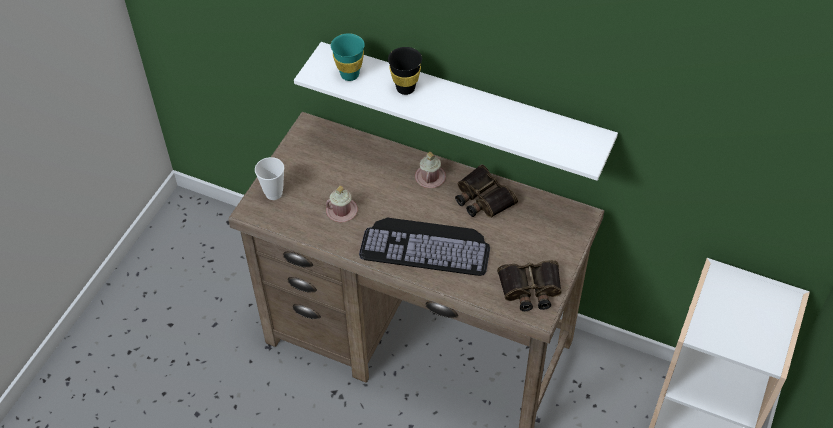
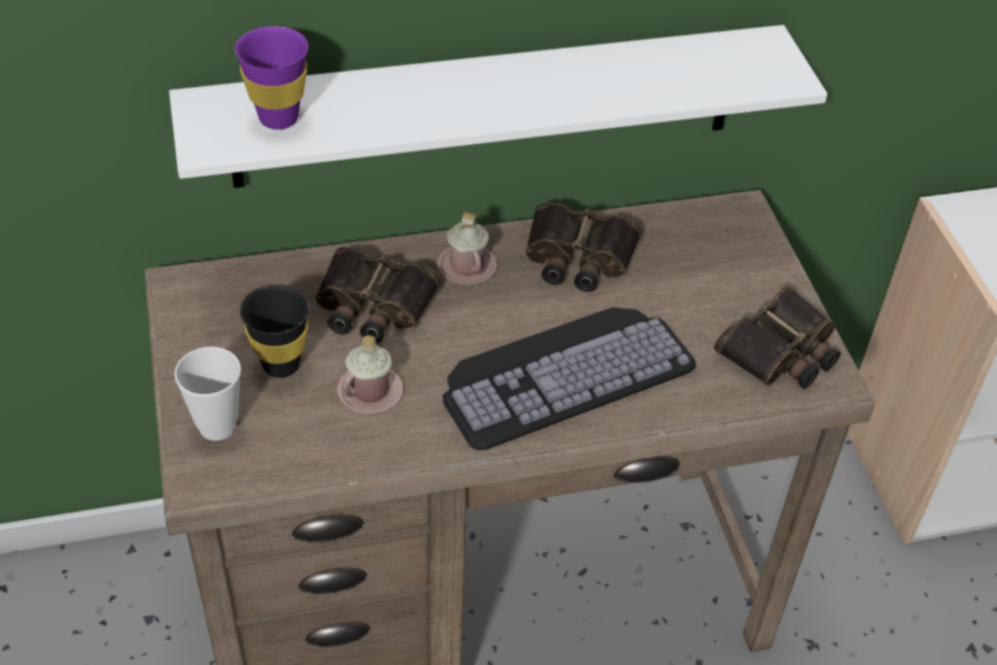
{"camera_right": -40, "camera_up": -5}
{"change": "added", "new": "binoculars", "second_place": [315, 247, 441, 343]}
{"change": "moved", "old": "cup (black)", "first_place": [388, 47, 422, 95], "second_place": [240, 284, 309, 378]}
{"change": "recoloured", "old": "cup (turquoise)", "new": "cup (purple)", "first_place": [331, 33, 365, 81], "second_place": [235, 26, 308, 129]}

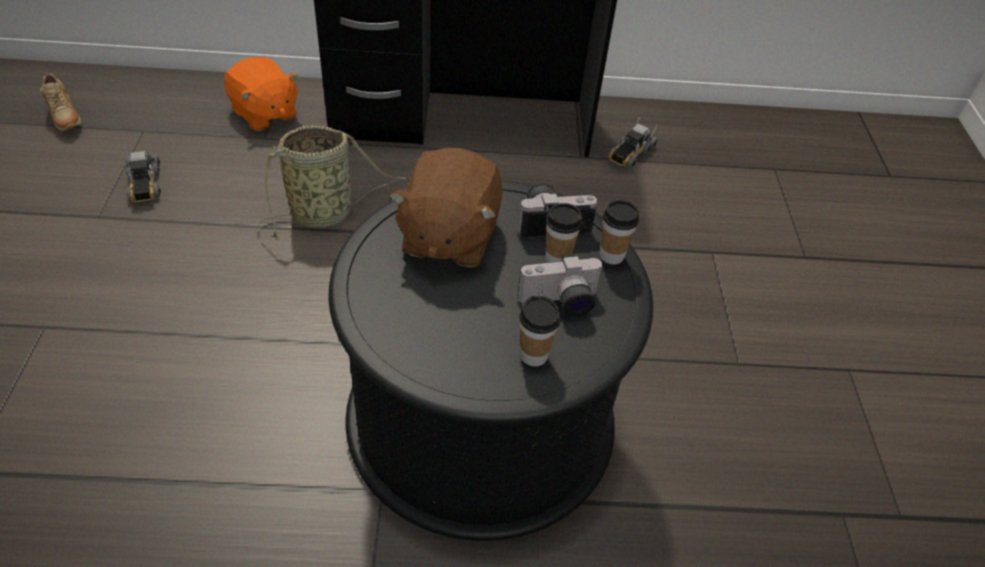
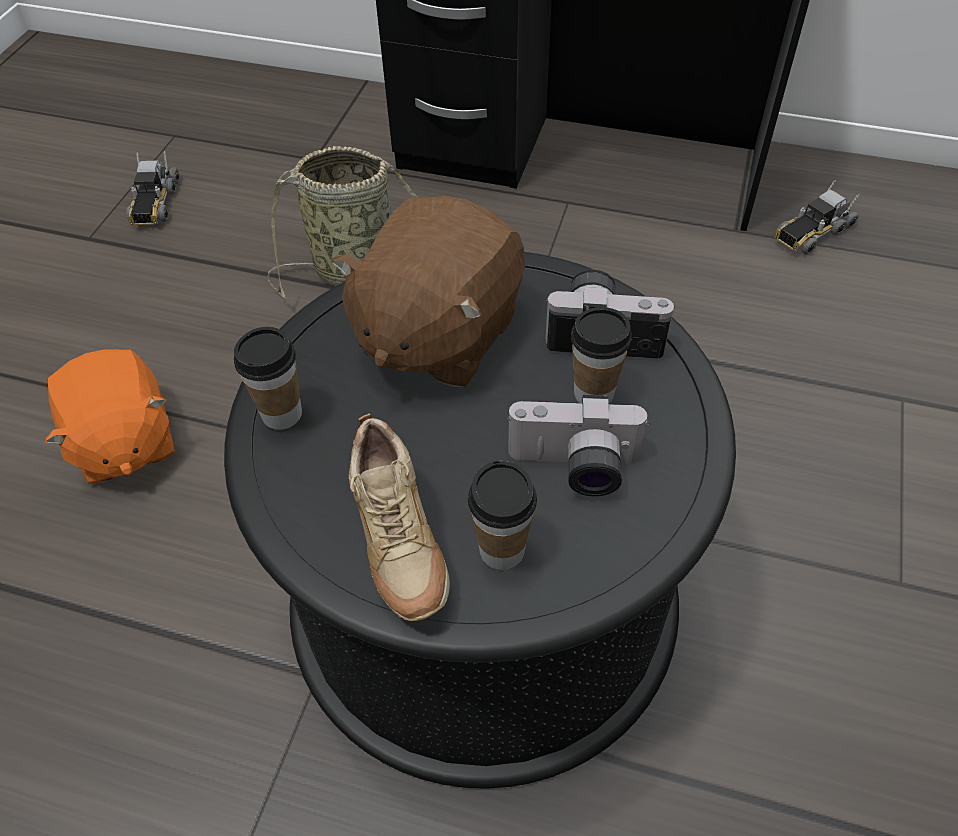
{"camera_right": 20, "camera_up": 5}
{"change": "moved", "old": "shoe (beige)", "first_place": [40, 72, 82, 131], "second_place": [349, 413, 450, 621]}
{"change": "moved", "old": "plush toy (orange)", "first_place": [224, 57, 298, 131], "second_place": [45, 350, 175, 484]}
{"change": "moved", "old": "cup", "first_place": [600, 200, 639, 265], "second_place": [234, 327, 302, 430]}

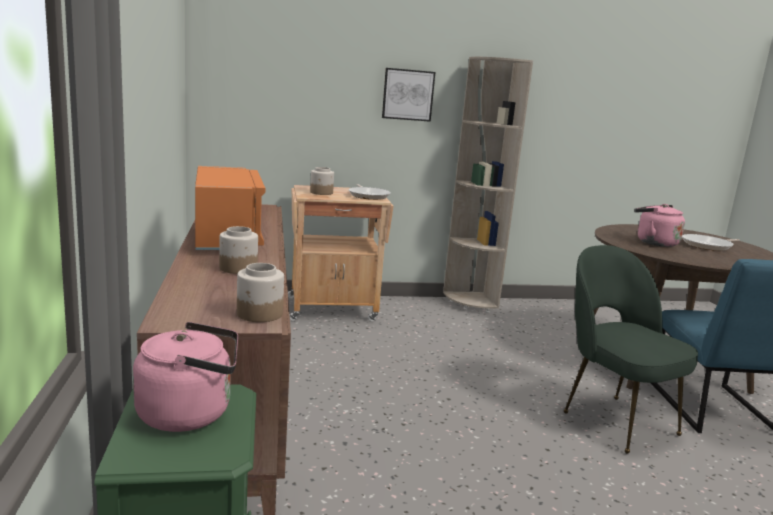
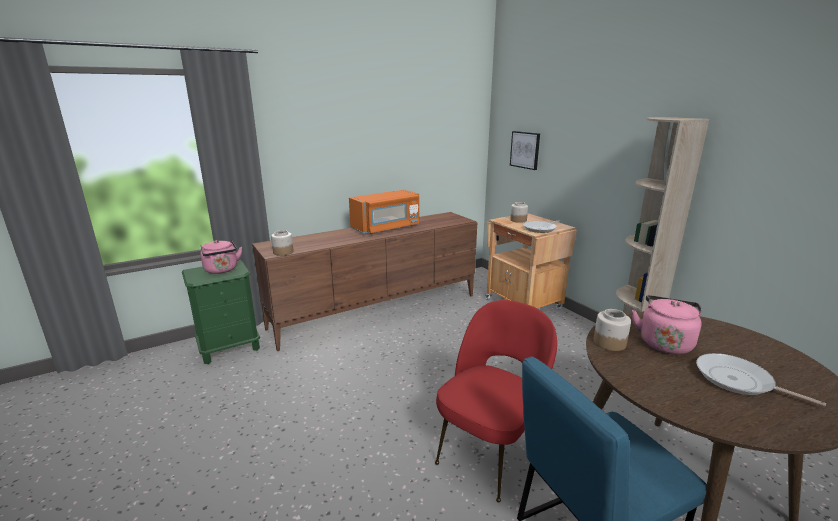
{"camera_right": 70, "camera_up": 5}
{"change": "moved", "old": "jar", "first_place": [219, 226, 258, 274], "second_place": [594, 309, 631, 351]}
{"change": "moved", "old": "picture", "first_place": [382, 68, 435, 122], "second_place": [510, 131, 540, 170]}
{"change": "recoloured", "old": "chair (green)", "new": "chair (red)", "first_place": [564, 245, 698, 454], "second_place": [435, 300, 557, 503]}

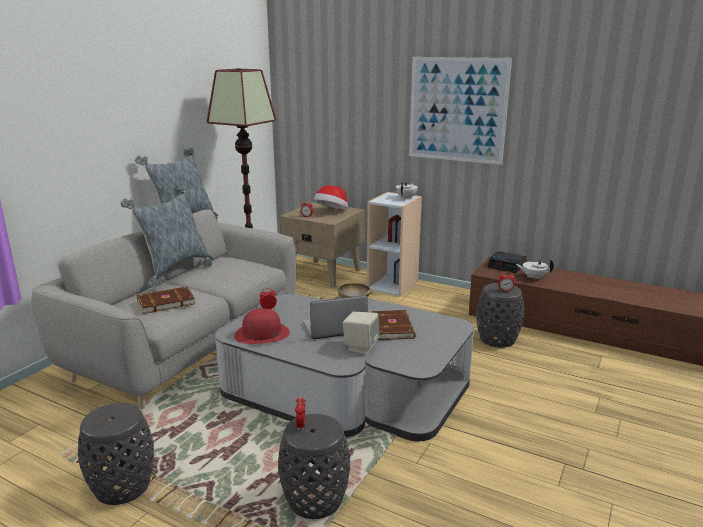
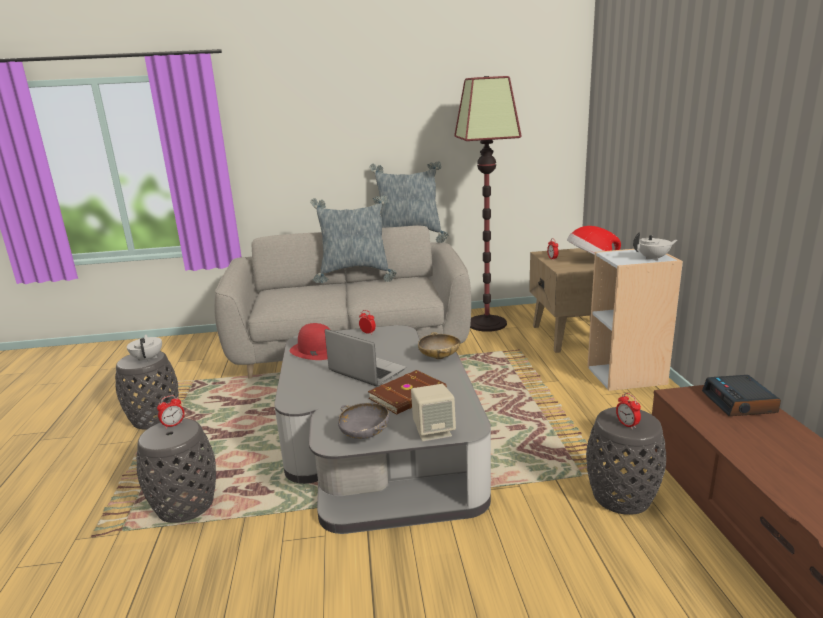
{"camera_right": 55, "camera_up": 0}
{"change": "removed", "old": "book (brown)", "first_place": [137, 287, 195, 314]}
{"change": "removed", "old": "picture", "first_place": [409, 57, 512, 165]}
{"change": "added", "new": "bowl (grey)", "second_place": [338, 403, 390, 439]}
{"change": "moved", "old": "speaker (beige)", "first_place": [343, 312, 380, 355], "second_place": [411, 384, 456, 441]}
{"change": "moved", "old": "teapot (white)", "first_place": [516, 259, 554, 280], "second_place": [127, 334, 162, 362]}

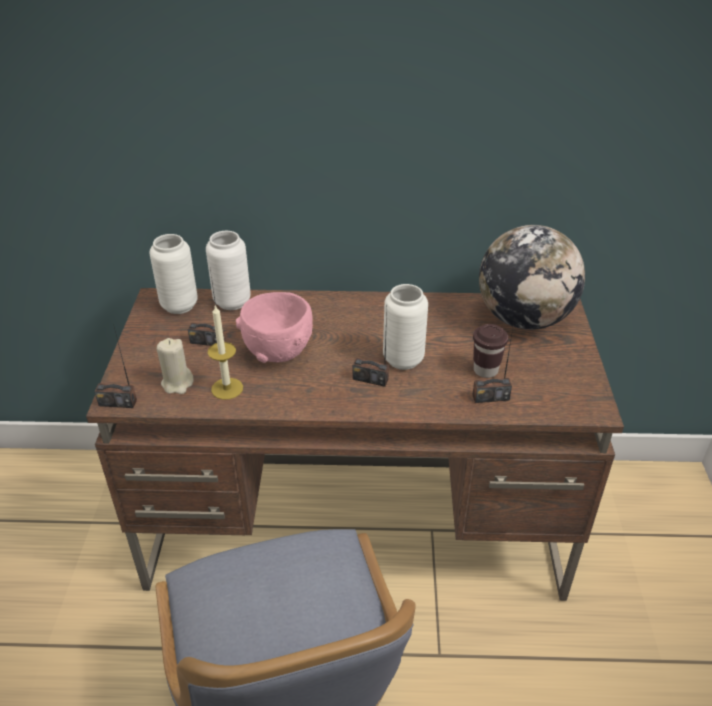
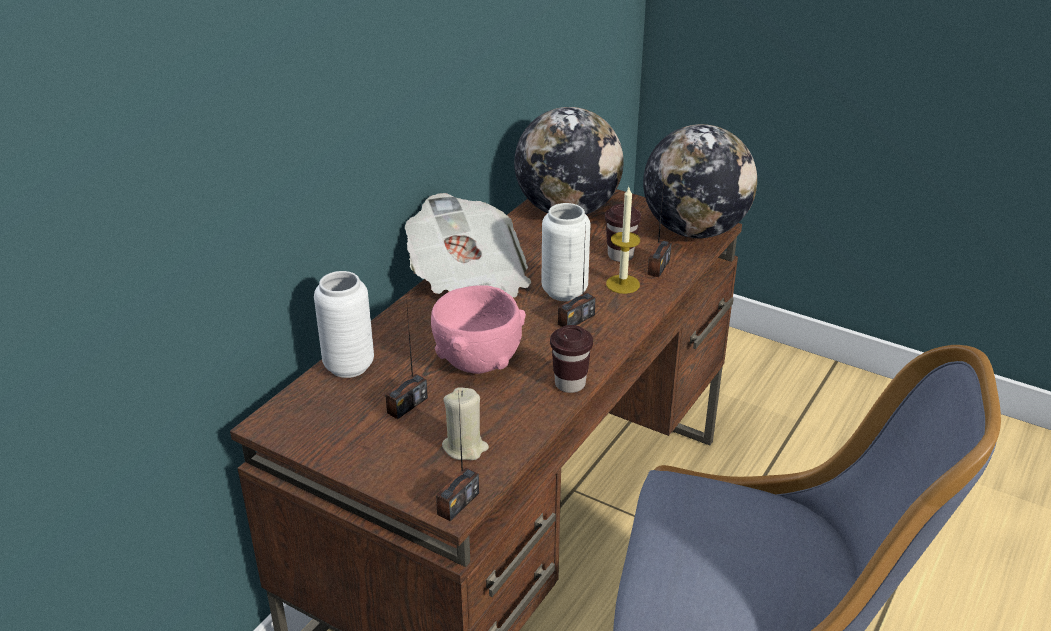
{"camera_right": -60, "camera_up": -5}
{"change": "removed", "old": "vase (white)", "first_place": [149, 234, 198, 314]}
{"change": "added", "new": "newspaper", "second_place": [405, 193, 531, 298]}
{"change": "added", "new": "cup (brown)", "second_place": [550, 325, 593, 393]}
{"change": "added", "new": "globe", "second_place": [643, 124, 757, 238]}
{"change": "moved", "old": "candle", "first_place": [208, 305, 243, 400], "second_place": [606, 187, 640, 294]}

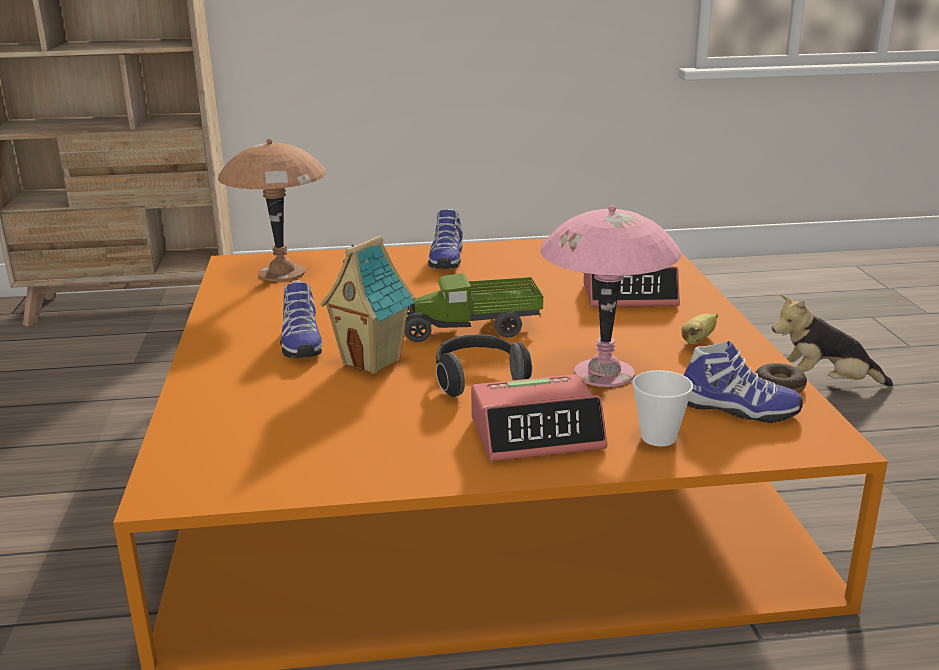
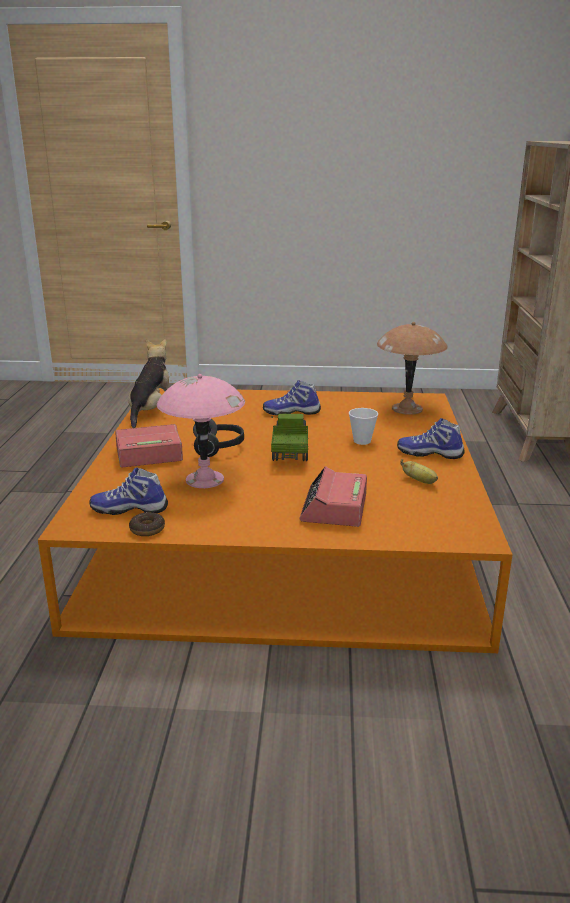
{"camera_right": 100, "camera_up": 0}
{"change": "removed", "old": "toy house", "first_place": [320, 236, 415, 374]}
{"change": "moved", "old": "cup", "first_place": [632, 370, 693, 446], "second_place": [349, 408, 378, 445]}
{"change": "moved", "old": "banana", "first_place": [681, 313, 718, 345], "second_place": [400, 459, 438, 484]}
{"change": "moved", "old": "plush toy", "first_place": [772, 294, 893, 386], "second_place": [128, 339, 170, 428]}
{"change": "turned", "old": "alarm clock", "first_place": [471, 374, 607, 461], "second_place": [115, 424, 183, 468], "degrees": 75}
{"change": "turned", "old": "shoe", "first_place": [684, 341, 803, 423], "second_place": [89, 468, 168, 515], "degrees": 60}

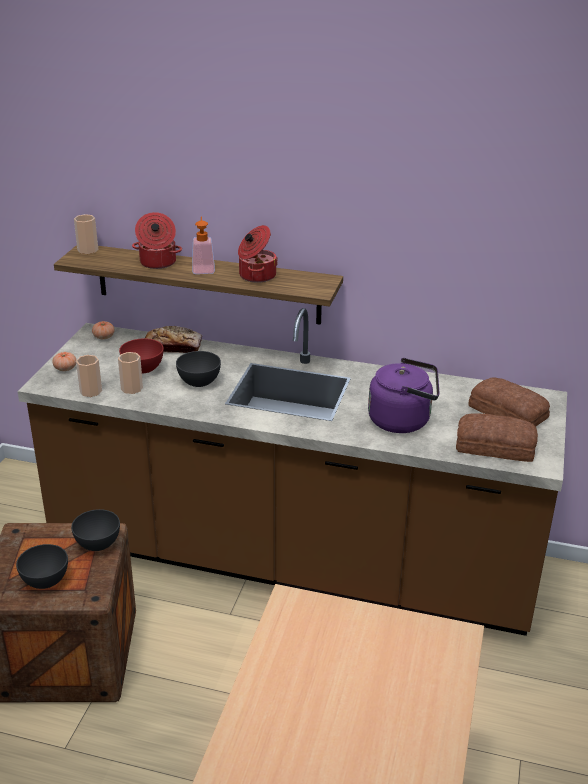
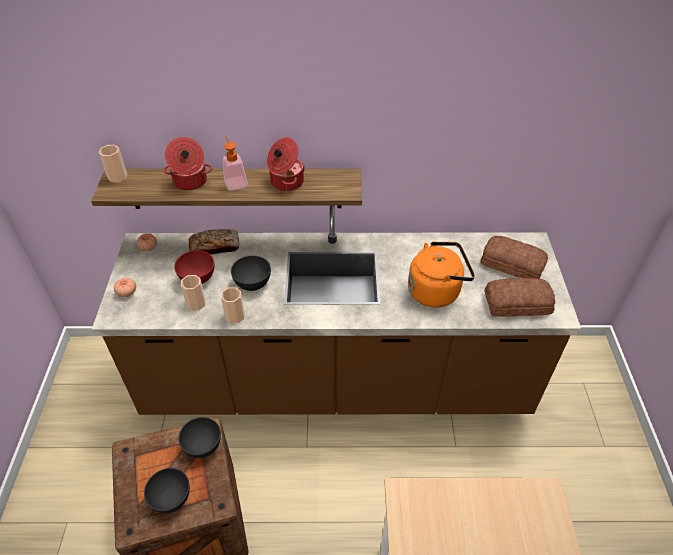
{"camera_right": -15, "camera_up": 15}
{"change": "moved", "old": "cup", "first_place": [76, 355, 102, 397], "second_place": [221, 287, 245, 323]}
{"change": "recoloured", "old": "kettle (purple)", "new": "kettle (orange)", "first_place": [368, 358, 439, 433], "second_place": [408, 241, 475, 308]}

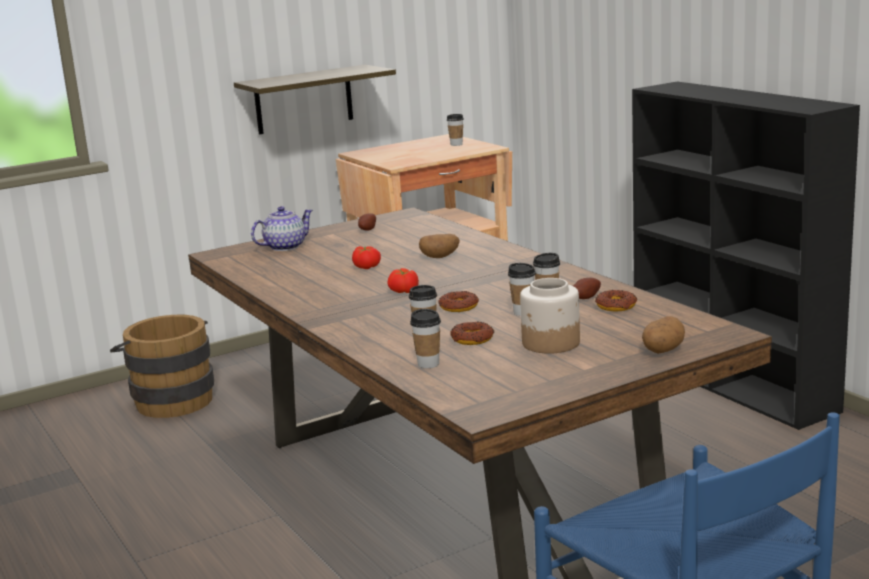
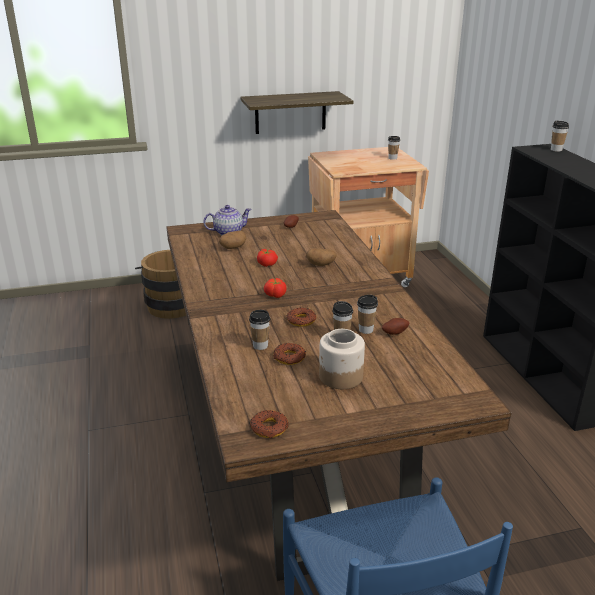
{"camera_right": 15, "camera_up": 10}
{"change": "moved", "old": "cup", "first_place": [410, 309, 441, 369], "second_place": [551, 121, 569, 152]}
{"change": "moved", "old": "donut", "first_place": [595, 290, 637, 312], "second_place": [250, 410, 289, 438]}
{"change": "moved", "old": "potato", "first_place": [642, 316, 685, 354], "second_place": [219, 231, 246, 249]}

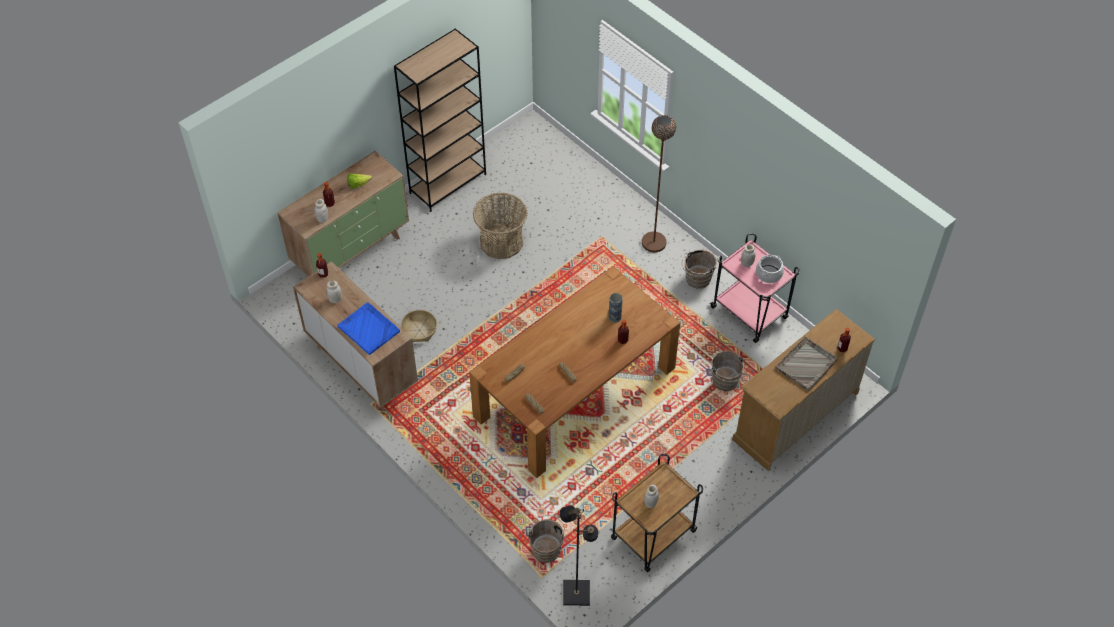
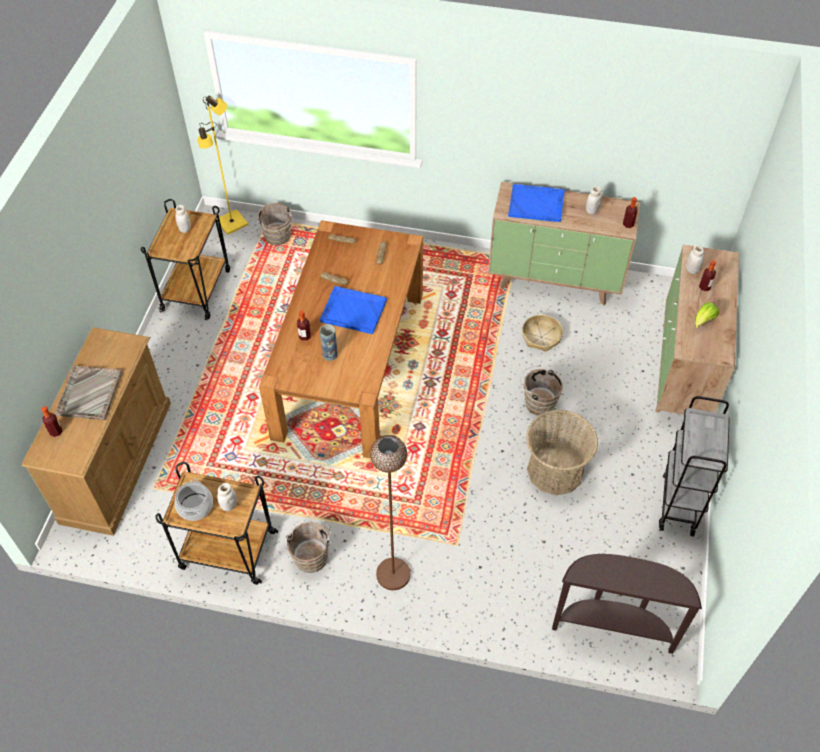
{"camera_right": 145, "camera_up": 0}
{"change": "added", "new": "tray (blue)", "second_place": [320, 286, 387, 334]}
{"change": "added", "new": "console table (brown)", "second_place": [552, 554, 702, 654]}
{"change": "moved", "old": "bucket (brown)", "first_place": [711, 350, 746, 391], "second_place": [520, 366, 563, 416]}
{"change": "replaced", "old": "bookcase (beige)", "new": "cart (grey)", "first_place": [394, 29, 486, 212], "second_place": [659, 396, 730, 537]}
{"change": "recoloured", "old": "floor lamp (black)", "new": "floor lamp (yellow)", "first_place": [559, 505, 598, 606], "second_place": [197, 95, 249, 235]}
{"change": "recoloured", "old": "cart (pink)", "new": "cart (brown)", "first_place": [710, 233, 800, 343], "second_place": [155, 462, 278, 585]}

